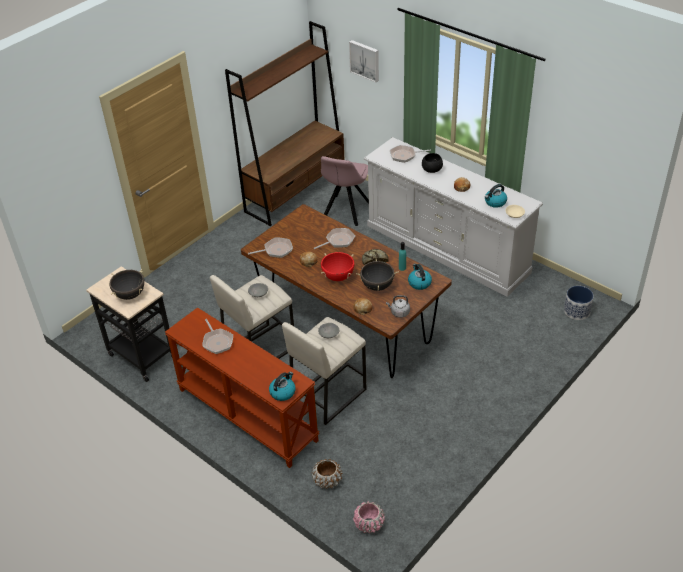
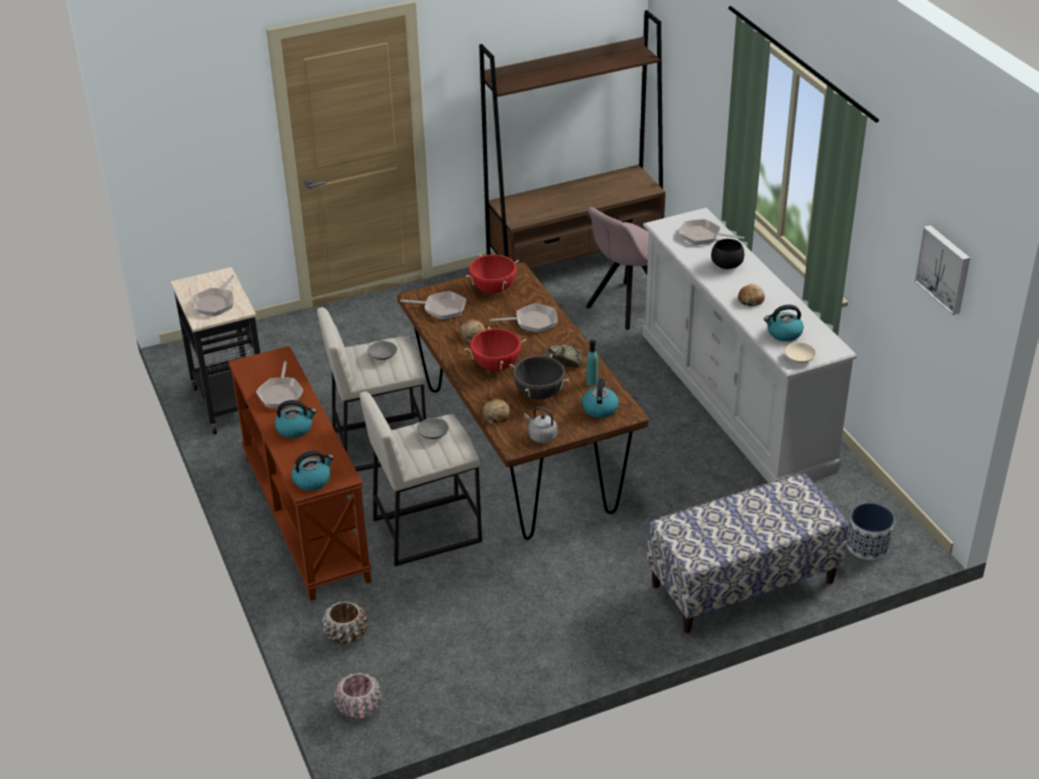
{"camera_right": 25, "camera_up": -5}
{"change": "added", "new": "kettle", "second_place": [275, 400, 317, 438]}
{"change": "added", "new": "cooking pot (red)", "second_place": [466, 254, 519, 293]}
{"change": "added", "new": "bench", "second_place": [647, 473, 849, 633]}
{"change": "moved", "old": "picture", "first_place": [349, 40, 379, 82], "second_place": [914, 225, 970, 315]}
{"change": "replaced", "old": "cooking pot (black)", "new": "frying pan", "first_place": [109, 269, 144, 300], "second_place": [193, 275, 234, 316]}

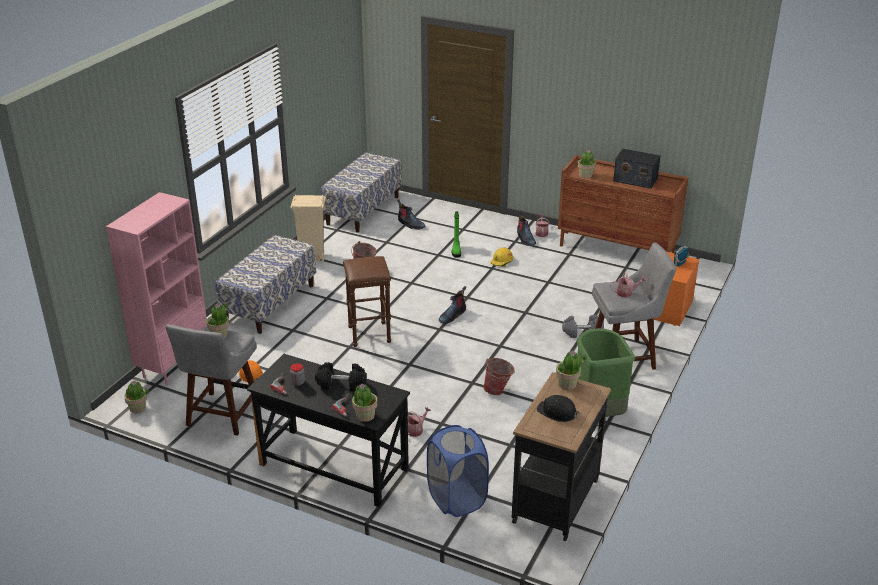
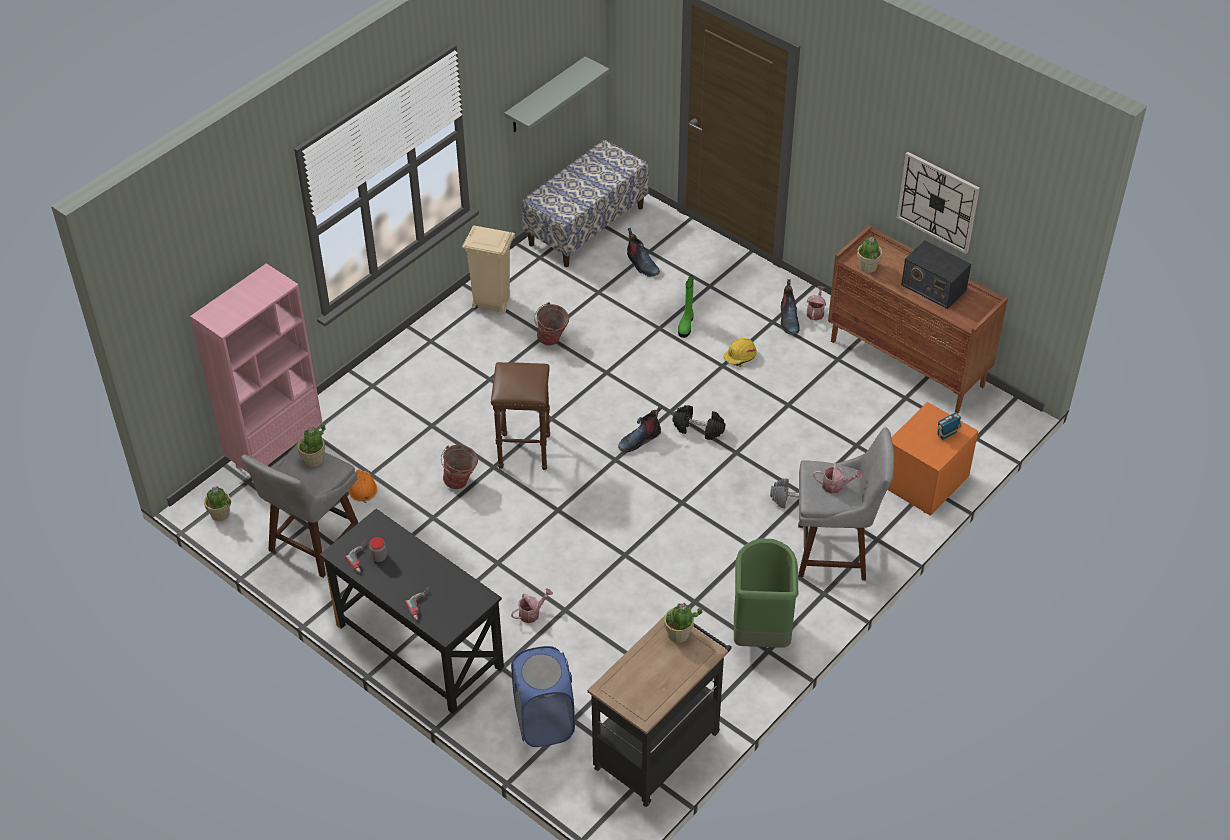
{"camera_right": 15, "camera_up": 15}
{"change": "removed", "old": "bench", "first_place": [215, 235, 316, 334]}
{"change": "removed", "old": "potted plant", "first_place": [352, 384, 377, 422]}
{"change": "removed", "old": "hard hat (black)", "first_place": [537, 395, 580, 422]}
{"change": "added", "new": "shelf (grey)", "second_place": [504, 56, 610, 133]}
{"change": "added", "new": "wall clock", "second_place": [897, 152, 980, 254]}
{"change": "moved", "old": "dumbbell (black)", "first_place": [315, 362, 367, 391], "second_place": [672, 405, 725, 440]}
{"change": "moved", "old": "bucket", "first_place": [483, 358, 515, 395], "second_place": [441, 445, 478, 489]}

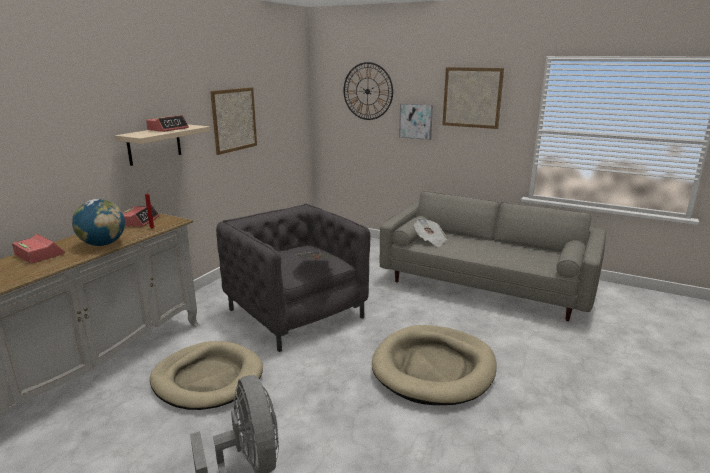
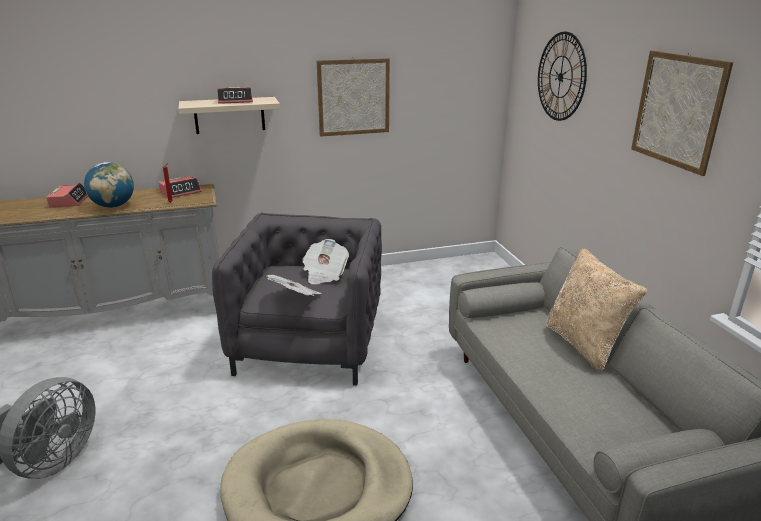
{"camera_right": 45, "camera_up": 5}
{"change": "removed", "old": "dog bed (beige)", "first_place": [150, 341, 263, 410]}
{"change": "removed", "old": "picture", "first_place": [399, 103, 433, 140]}
{"change": "added", "new": "pillow (beige)", "second_place": [546, 248, 647, 372]}
{"change": "moved", "old": "newspaper", "first_place": [414, 218, 448, 247], "second_place": [302, 239, 349, 284]}

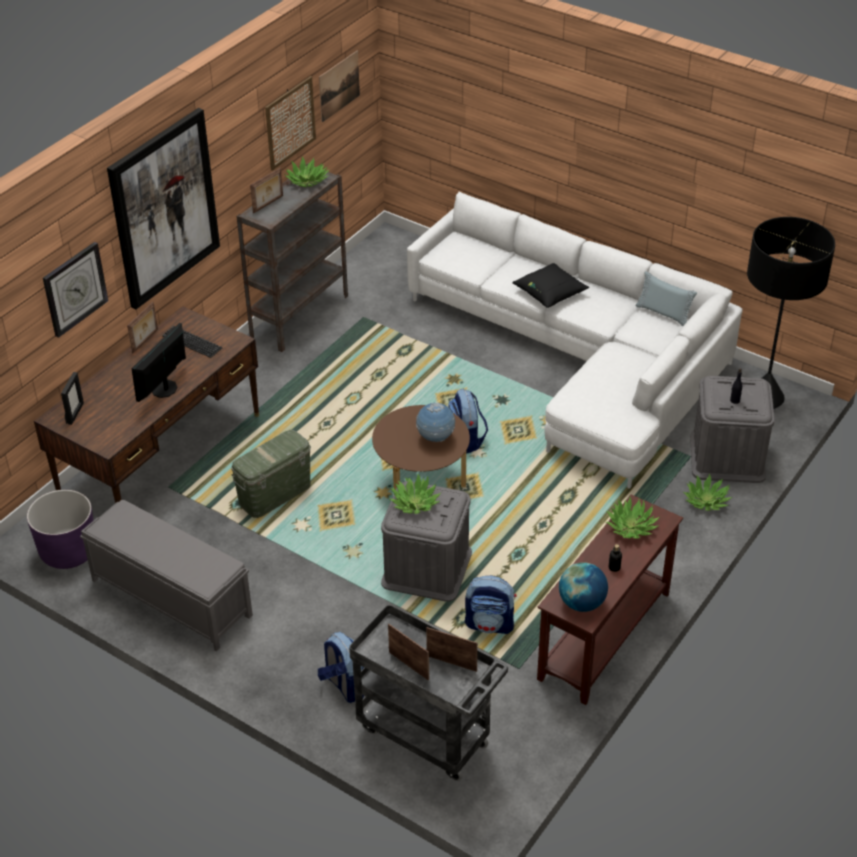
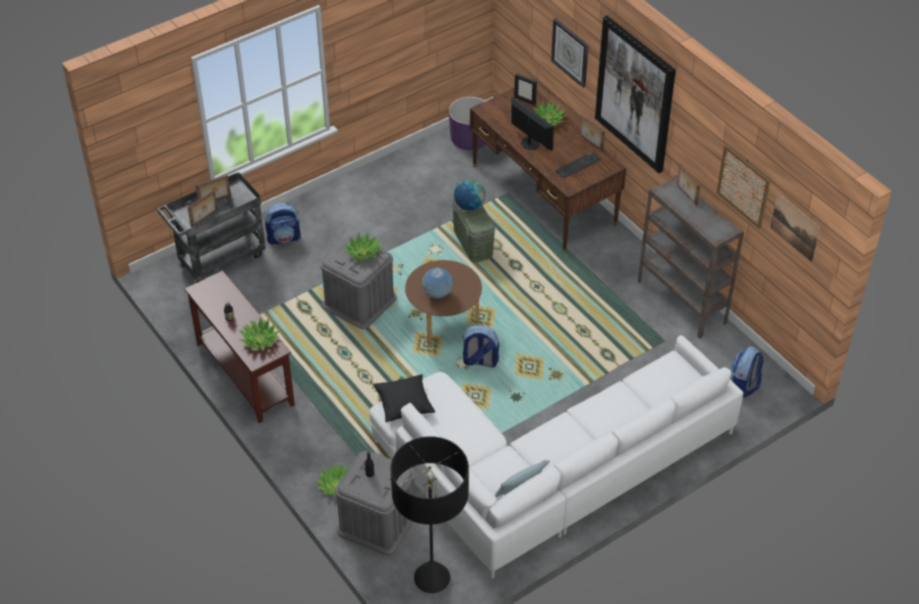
{"camera_right": 110, "camera_up": 5}
{"change": "removed", "old": "bench (grey)", "first_place": [80, 500, 253, 651]}
{"change": "moved", "old": "potted plant", "first_place": [284, 157, 330, 187], "second_place": [534, 101, 566, 126]}
{"change": "moved", "old": "backpack", "first_place": [465, 576, 517, 634], "second_place": [729, 346, 764, 398]}
{"change": "moved", "old": "pillow (black)", "first_place": [512, 263, 589, 308], "second_place": [373, 374, 435, 423]}
{"change": "moved", "old": "globe", "first_place": [559, 562, 608, 612], "second_place": [454, 179, 485, 211]}

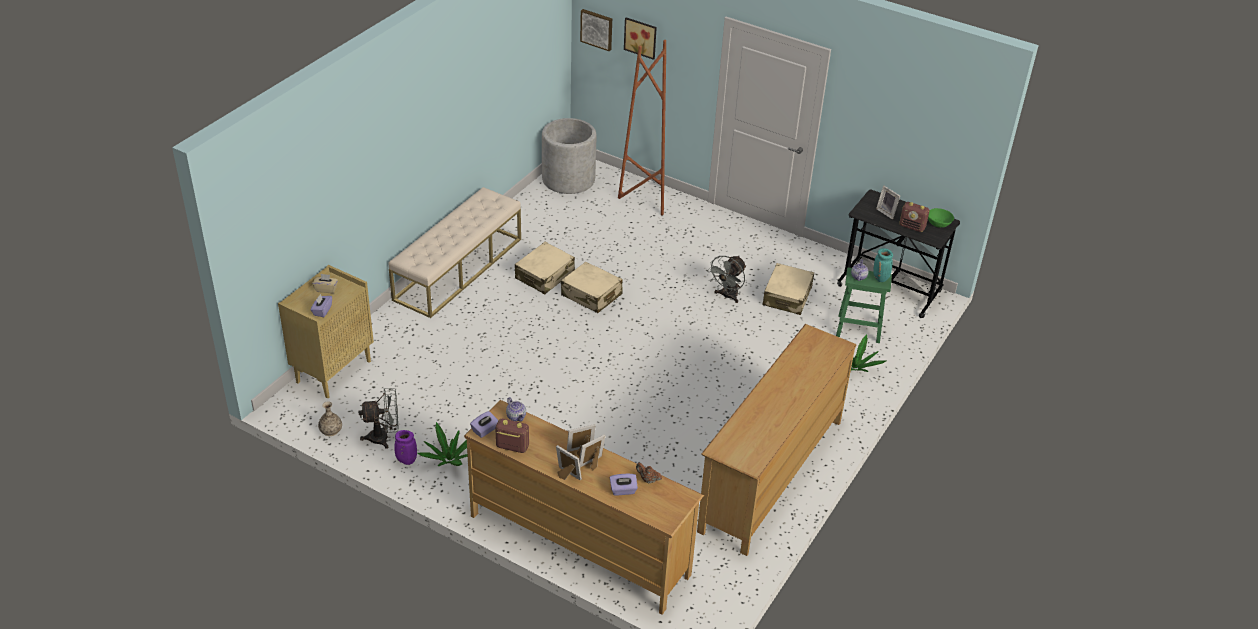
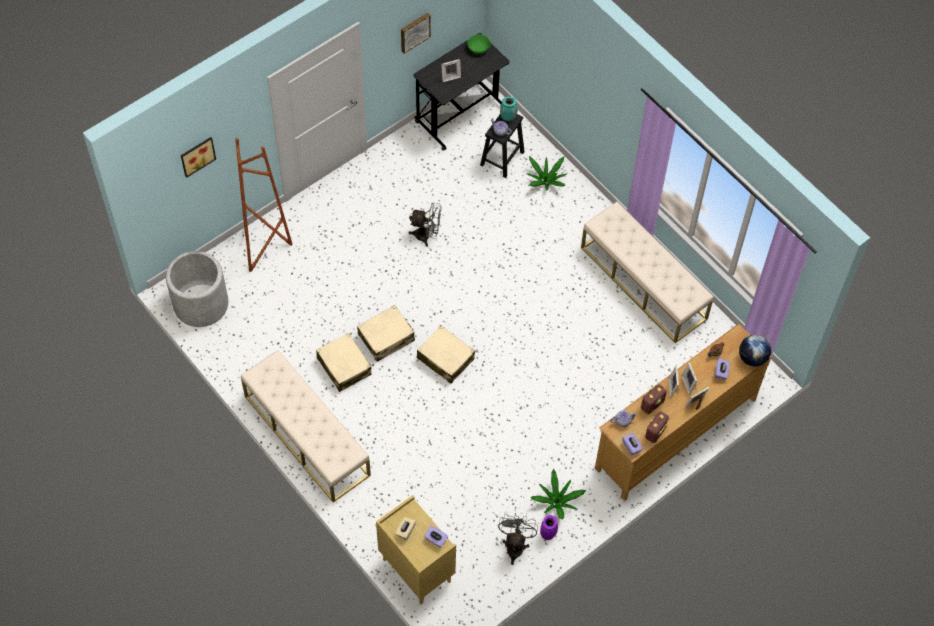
{"camera_right": -70, "camera_up": 20}
{"change": "removed", "old": "vase", "first_place": [318, 401, 342, 436]}
{"change": "added", "new": "globe", "second_place": [739, 335, 771, 366]}
{"change": "moved", "old": "picture", "first_place": [580, 9, 612, 51], "second_place": [401, 13, 431, 53]}
{"change": "moved", "old": "suitcase (beige)", "first_place": [762, 263, 814, 315], "second_place": [417, 326, 475, 384]}
{"change": "moved", "old": "radio", "first_place": [899, 202, 930, 232], "second_place": [641, 384, 667, 414]}
{"change": "replaced", "old": "dresser (brown)", "new": "bench (beige)", "first_place": [697, 324, 857, 556], "second_place": [581, 202, 714, 343]}
{"change": "recoloured", "old": "stool (green)", "new": "stool (black)", "first_place": [836, 267, 892, 343], "second_place": [480, 114, 525, 178]}
{"change": "turned", "old": "fan (grey)", "first_place": [707, 256, 746, 303], "second_place": [409, 202, 442, 246], "degrees": -45}

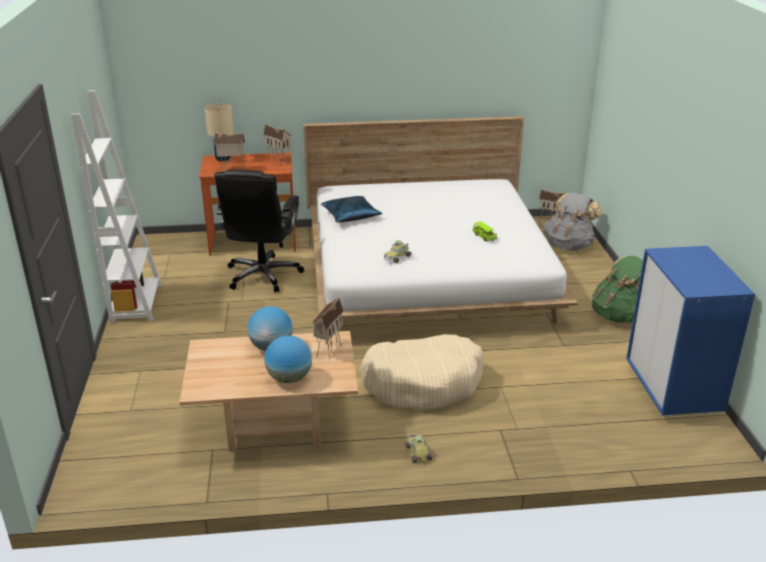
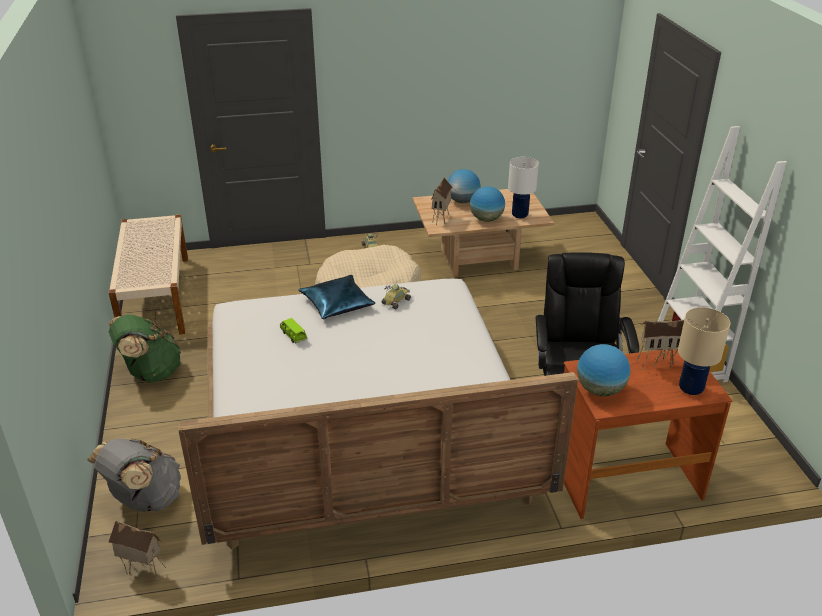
{"camera_right": 175, "camera_up": 5}
{"change": "added", "new": "table lamp (white)", "second_place": [508, 157, 539, 218]}
{"change": "moved", "old": "pillow (blue)", "first_place": [321, 196, 383, 222], "second_place": [298, 275, 375, 319]}
{"change": "replaced", "old": "toy house", "new": "globe", "first_place": [263, 123, 292, 165], "second_place": [577, 344, 630, 396]}
{"change": "replaced", "old": "cabinet (blue)", "new": "bench (beige)", "first_place": [626, 246, 755, 417], "second_place": [109, 214, 188, 335]}

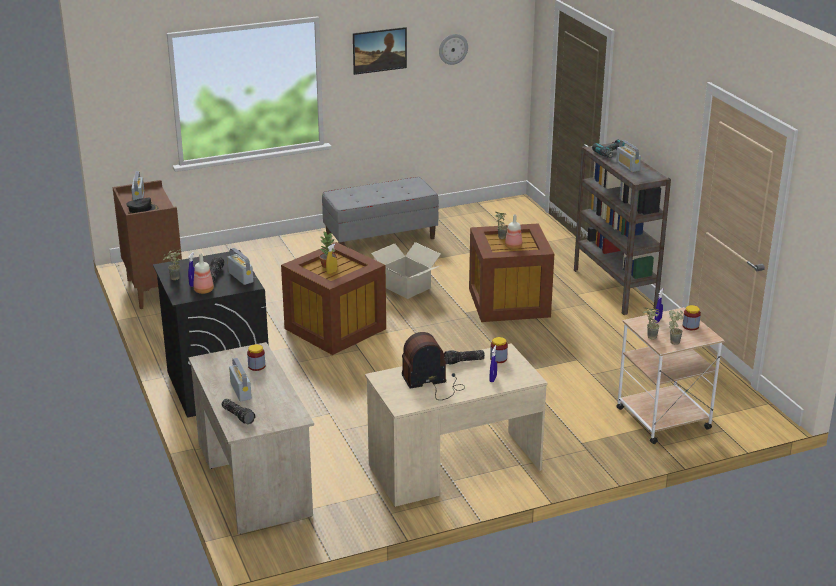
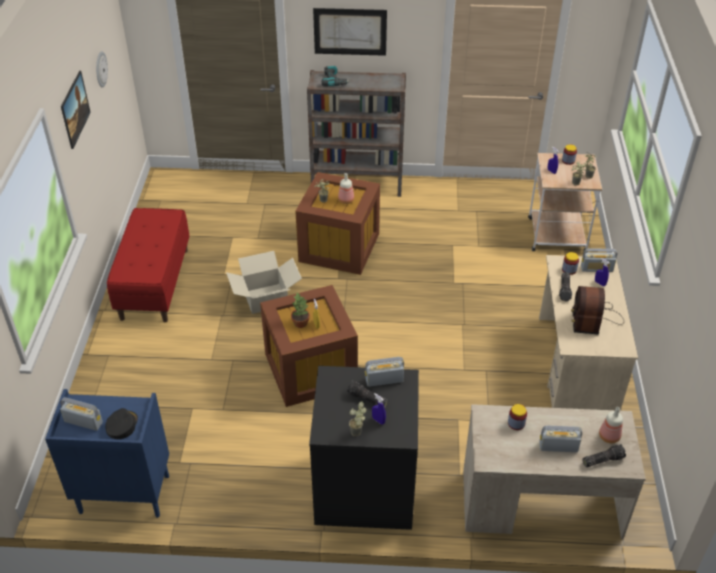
{"camera_right": -65, "camera_up": 15}
{"change": "added", "new": "picture", "second_place": [313, 8, 387, 56]}
{"change": "moved", "old": "bottle", "first_place": [193, 253, 214, 294], "second_place": [599, 407, 623, 443]}
{"change": "moved", "old": "radio", "first_place": [616, 140, 641, 172], "second_place": [581, 248, 617, 272]}
{"change": "recoloured", "old": "cabinet (brown)", "new": "cabinet (blue)", "first_place": [112, 180, 182, 309], "second_place": [45, 389, 169, 518]}
{"change": "recoloured", "old": "bench (grey)", "new": "bench (red)", "first_place": [322, 177, 439, 245], "second_place": [107, 208, 190, 322]}

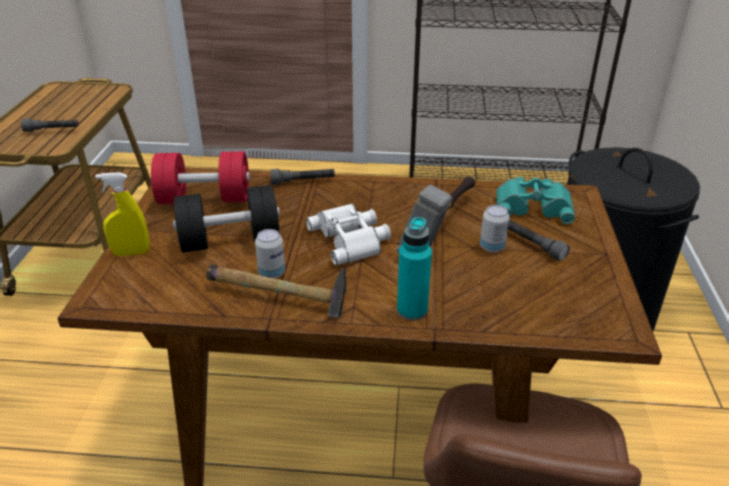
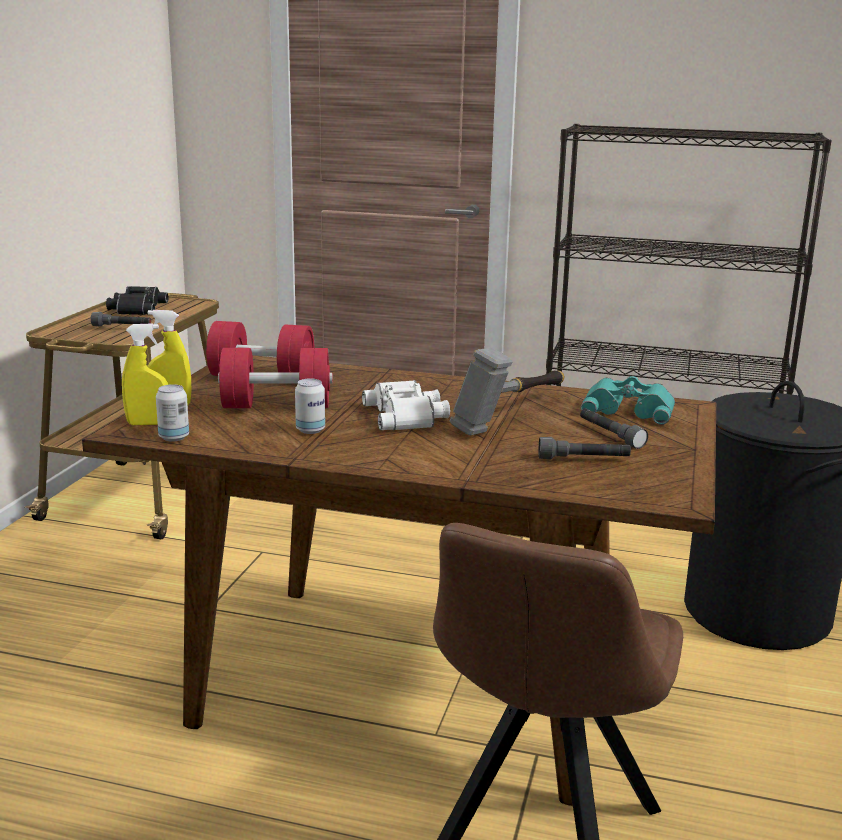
{"camera_right": 10, "camera_up": -15}
{"change": "removed", "old": "hammer", "first_place": [206, 264, 346, 318]}
{"change": "removed", "old": "bottle (turquoise)", "first_place": [397, 217, 432, 321]}
{"change": "added", "new": "binoculars (black)", "second_place": [106, 286, 169, 315]}
{"change": "added", "new": "spray bottle (yellow)", "second_place": [122, 323, 168, 425]}
{"change": "moved", "old": "flashlight (grey)", "first_place": [270, 169, 335, 185], "second_place": [539, 437, 631, 459]}
{"change": "moved", "old": "can", "first_place": [480, 205, 510, 253], "second_place": [156, 384, 189, 442]}
{"change": "recoloured", "old": "dumbbell (black)", "new": "dumbbell (red)", "first_place": [173, 185, 280, 252], "second_place": [218, 348, 333, 408]}

